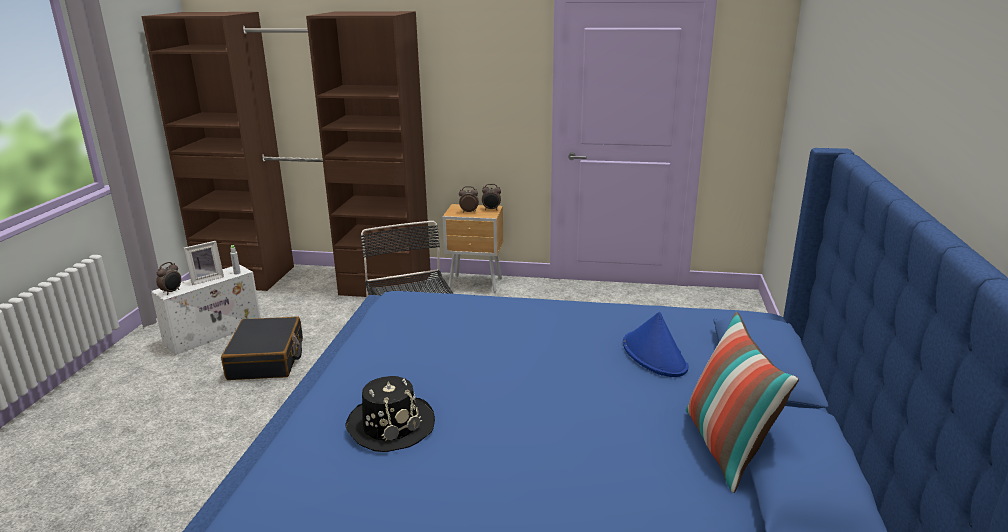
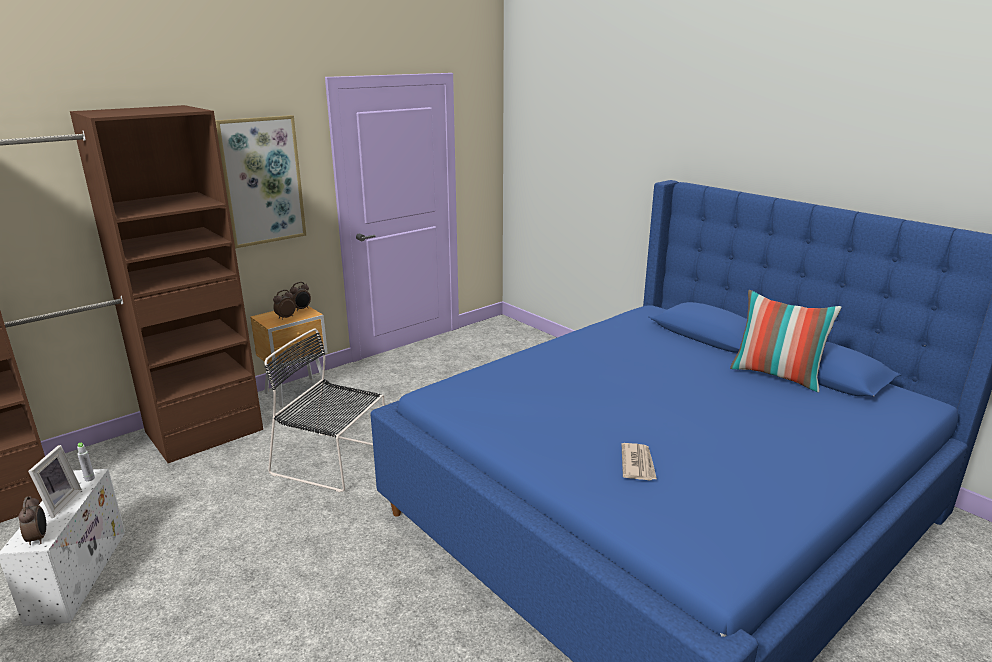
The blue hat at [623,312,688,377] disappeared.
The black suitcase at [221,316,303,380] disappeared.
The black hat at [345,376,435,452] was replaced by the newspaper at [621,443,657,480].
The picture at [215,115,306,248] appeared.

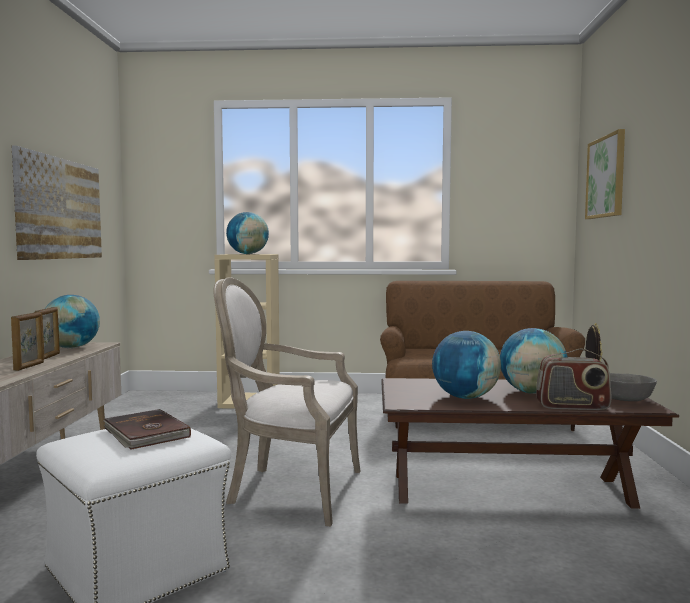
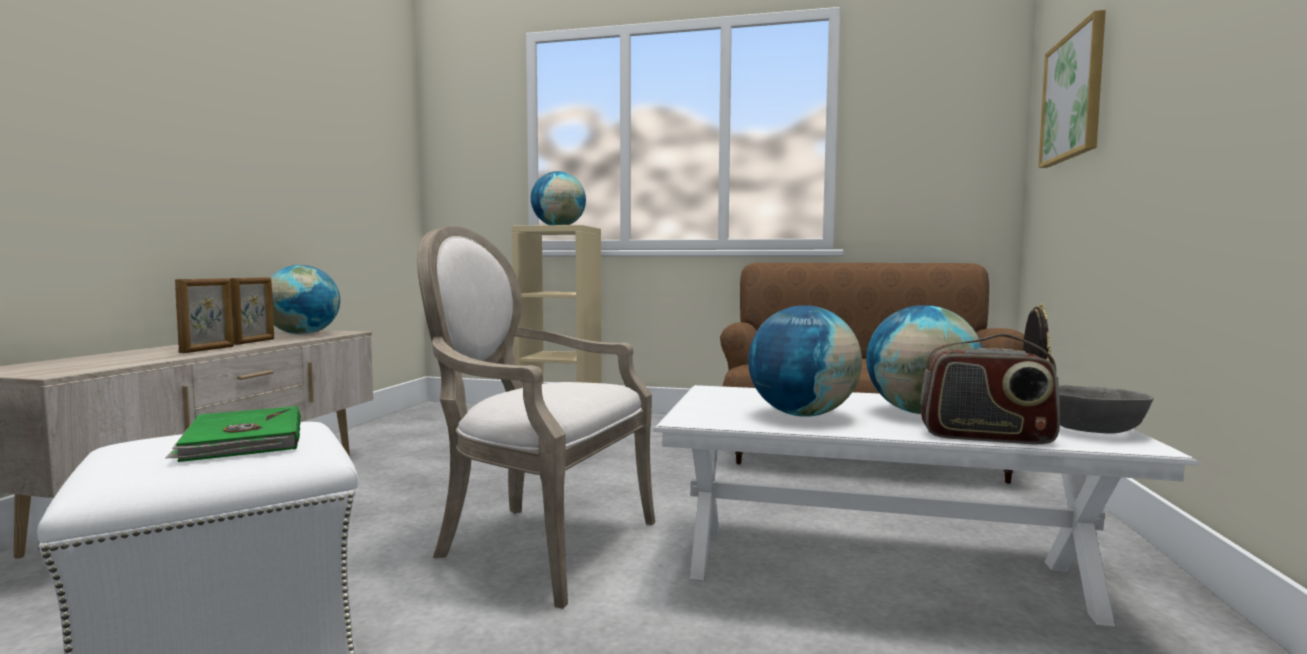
The picture at [12,145,102,260] disappeared.
The brown coffee table at [381,378,679,509] became the white coffee table at [653,385,1199,627].
The brown book at [104,409,191,450] became the green book at [165,406,301,462].

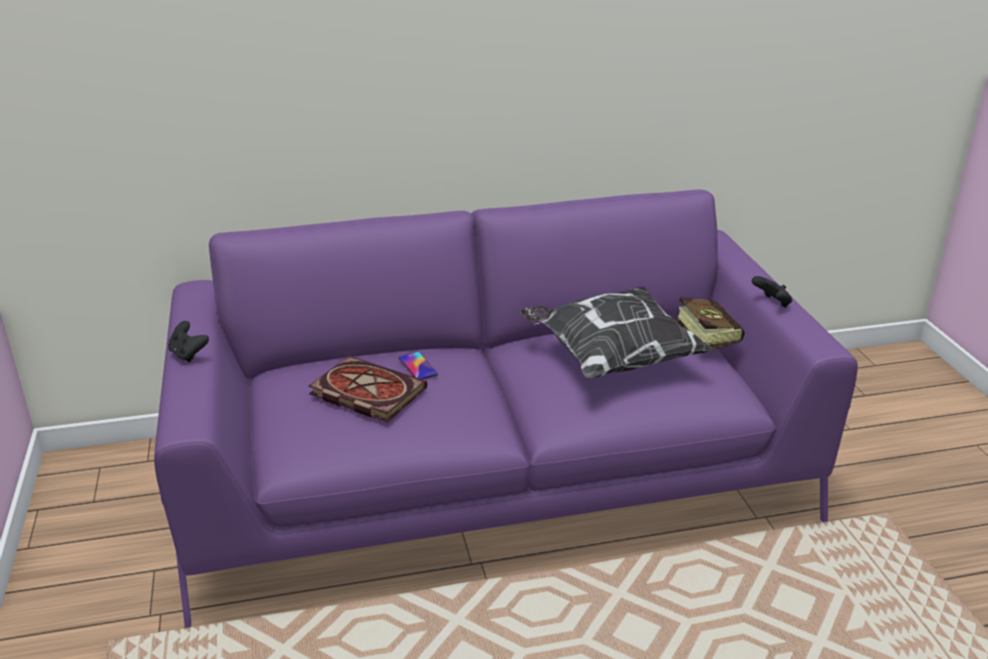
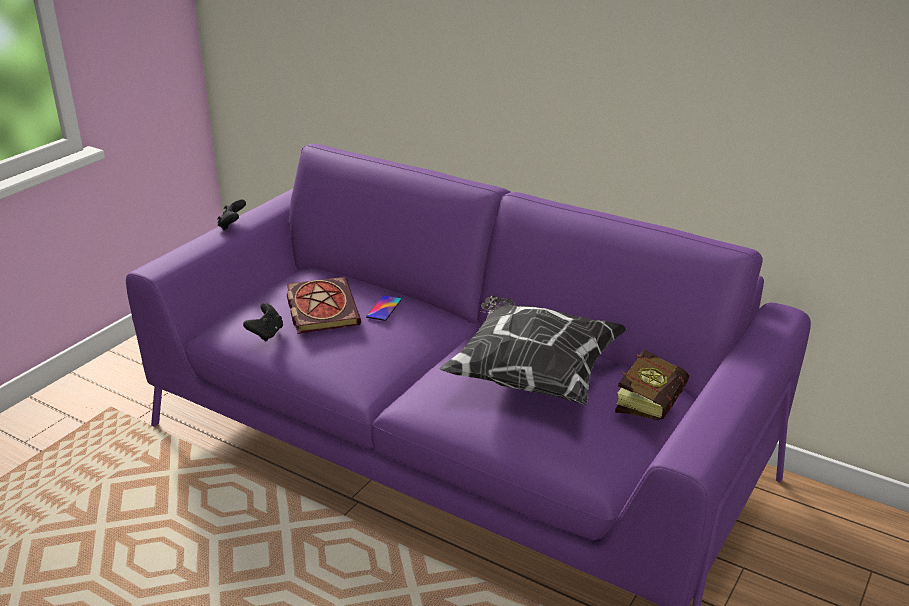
The black game controller moved from [752,276,792,308] to [243,303,283,341].

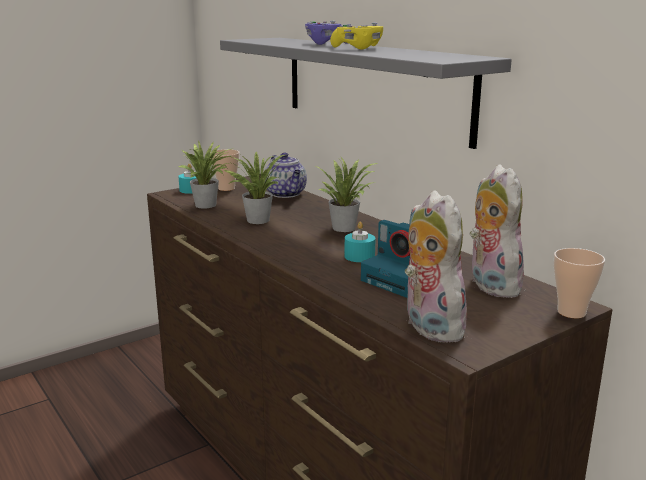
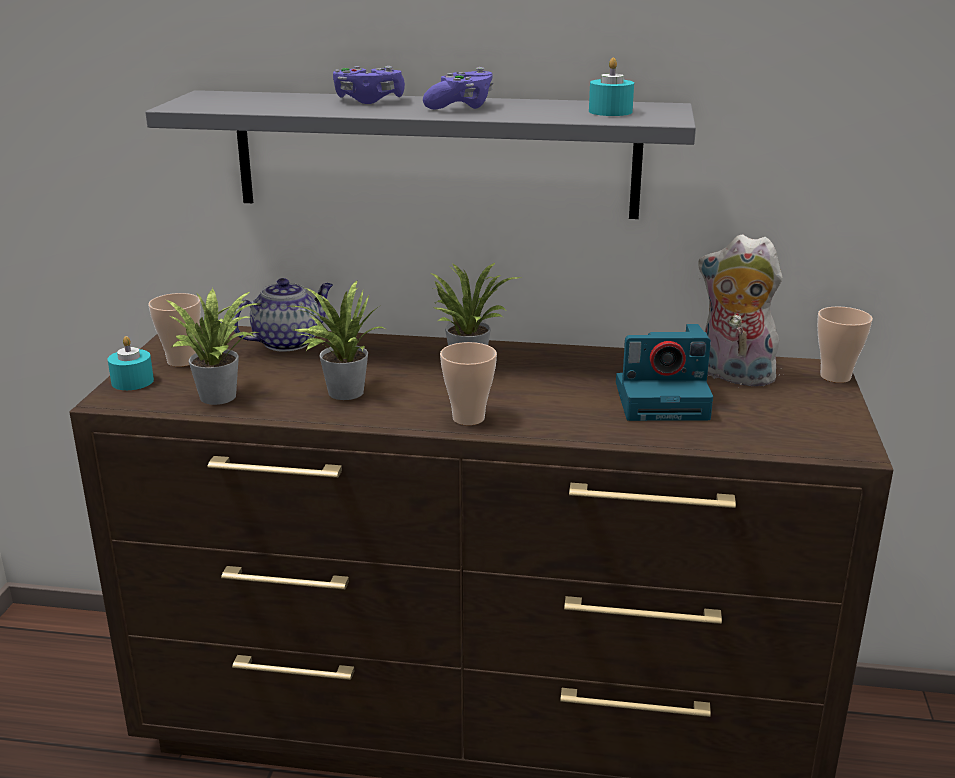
The yellow game controller at [330,22,383,49] became the purple game controller at [423,67,494,110].
The teapot at [265,153,307,198] turned 60 degrees counterclockwise.
The plush toy at [405,190,467,343] disappeared.
The turquoise candle moved from [344,222,376,262] to [589,58,634,116].
The cup at [440,342,497,425] appeared.

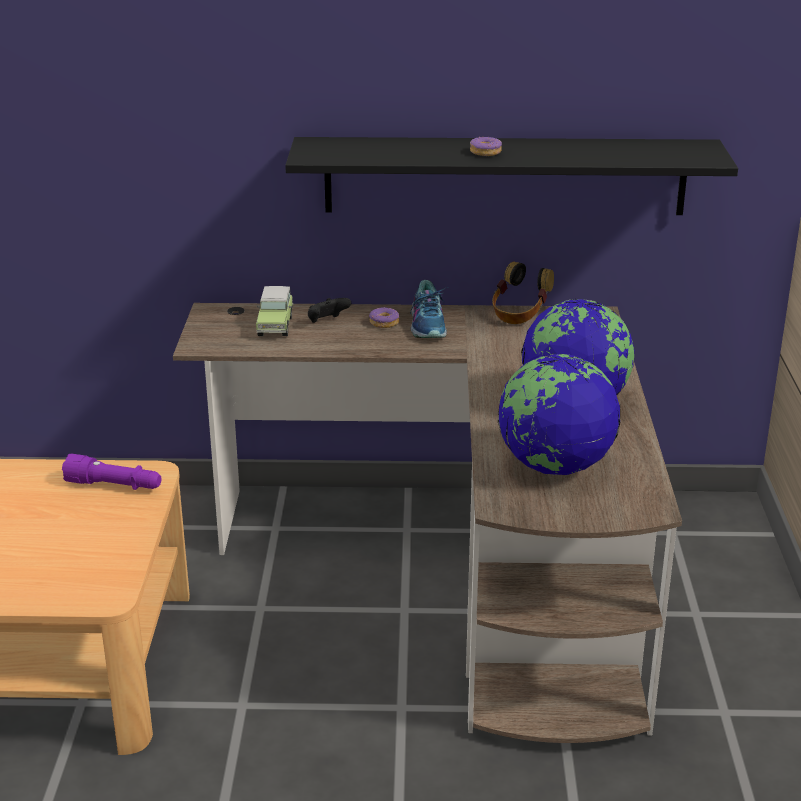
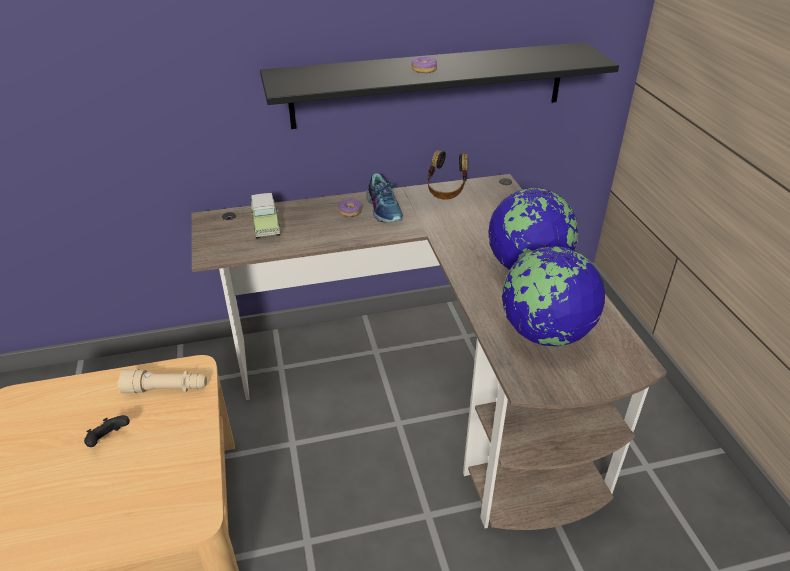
The black game controller moved from [308,298,351,323] to [84,415,130,447].
The purple flashlight at [62,454,161,490] became the beige flashlight at [118,369,207,393].

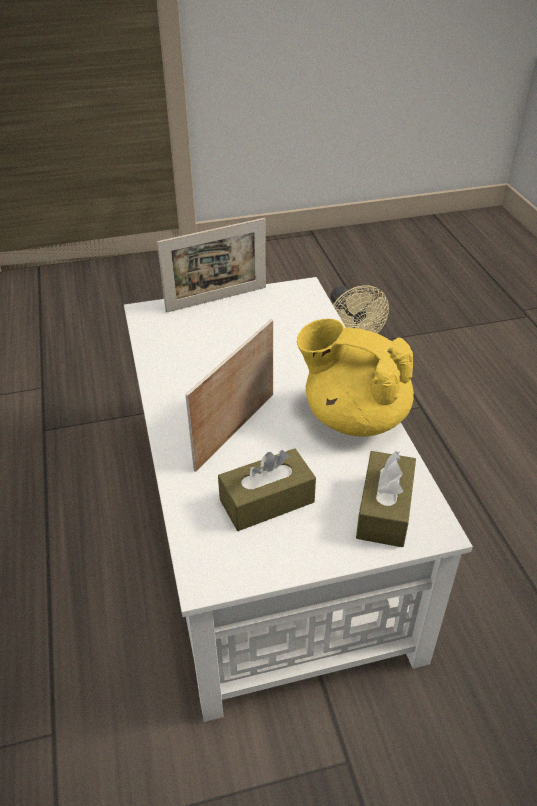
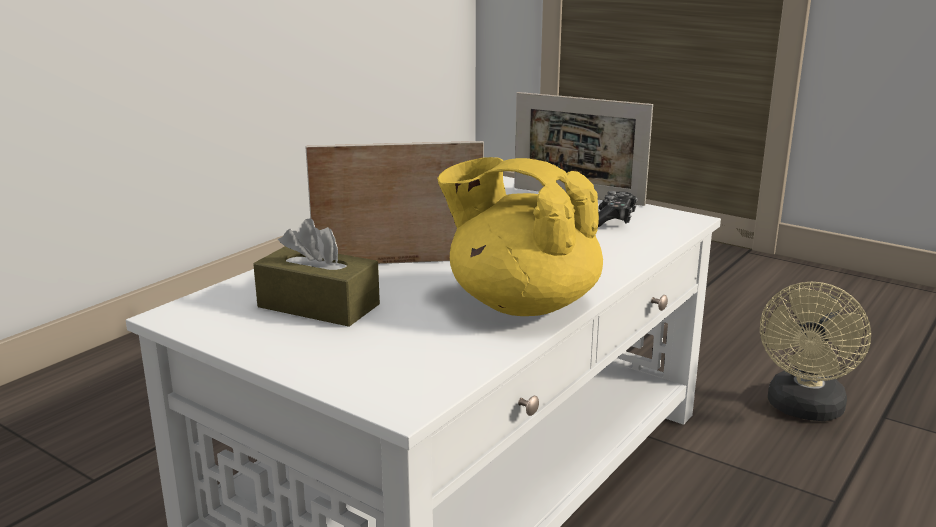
The yellow teapot at [297,319,414,437] turned 45 degrees counterclockwise.
The brown tissue box at [356,451,416,547] disappeared.
The game controller at [598,191,638,227] appeared.

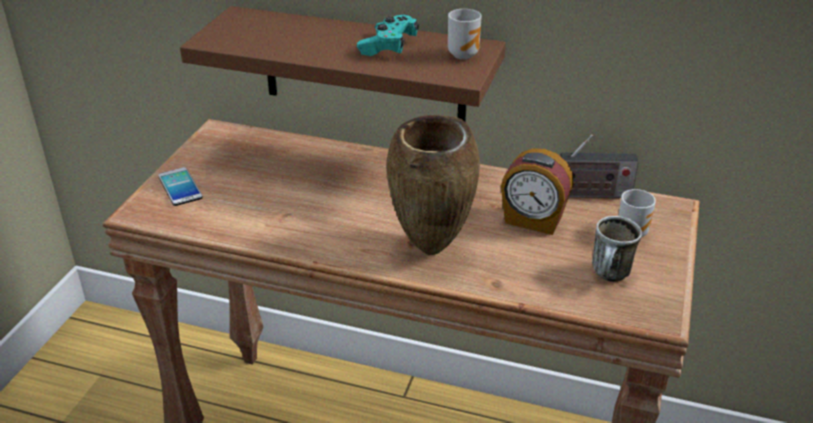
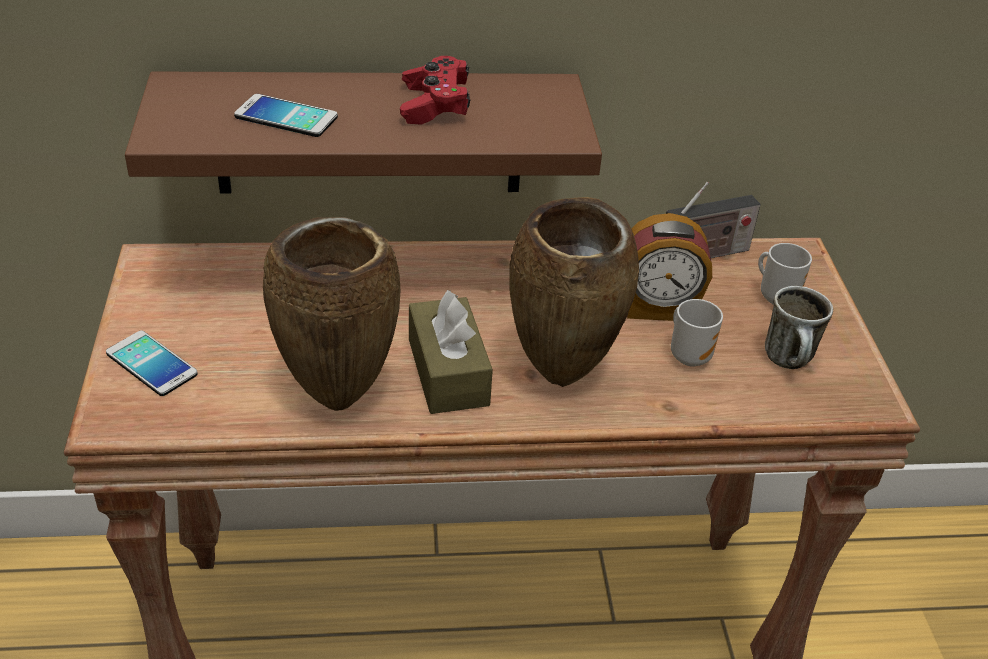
The mug moved from [448,9,482,60] to [671,299,723,367].
The turquoise game controller at [357,15,419,56] became the red game controller at [400,56,471,125].
The phone at [234,94,338,137] appeared.
The brown vase at [263,217,400,411] appeared.
The brown tissue box at [409,290,493,414] appeared.

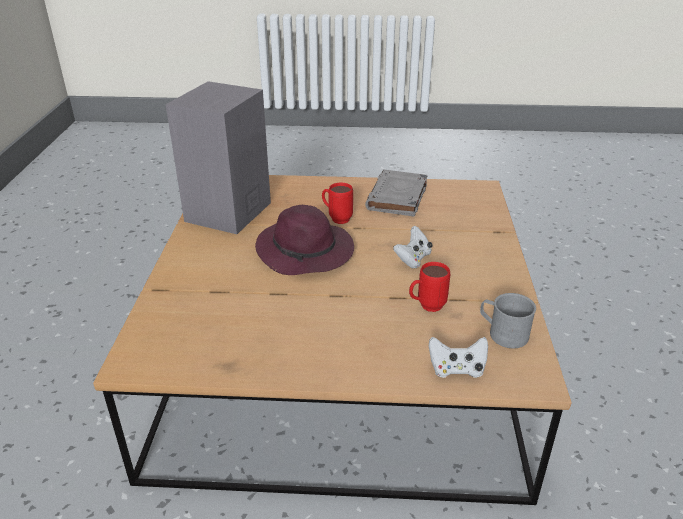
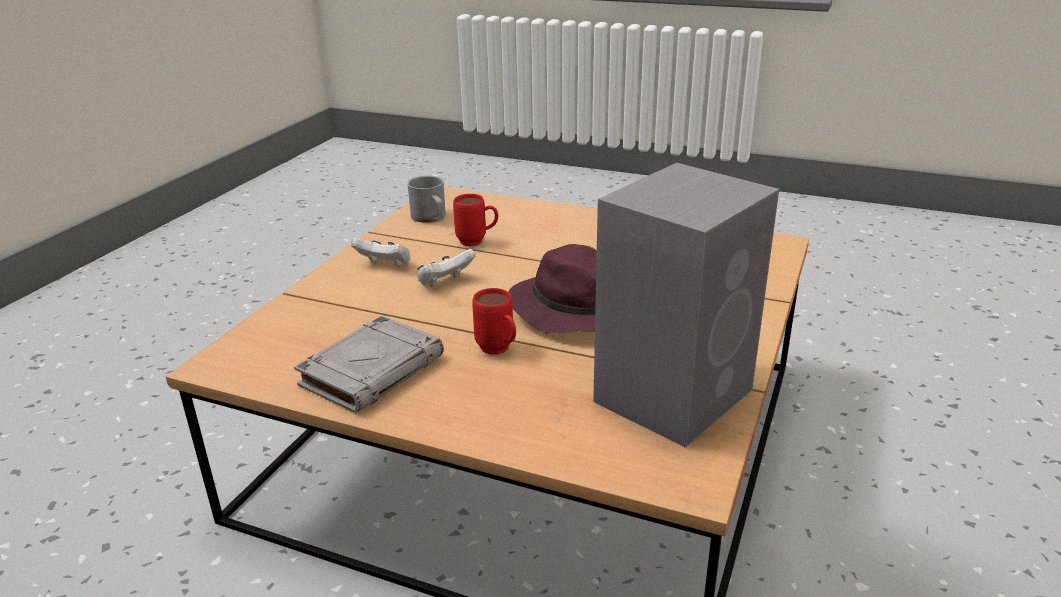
The white game controller moved from [429,337,488,378] to [351,238,411,267].

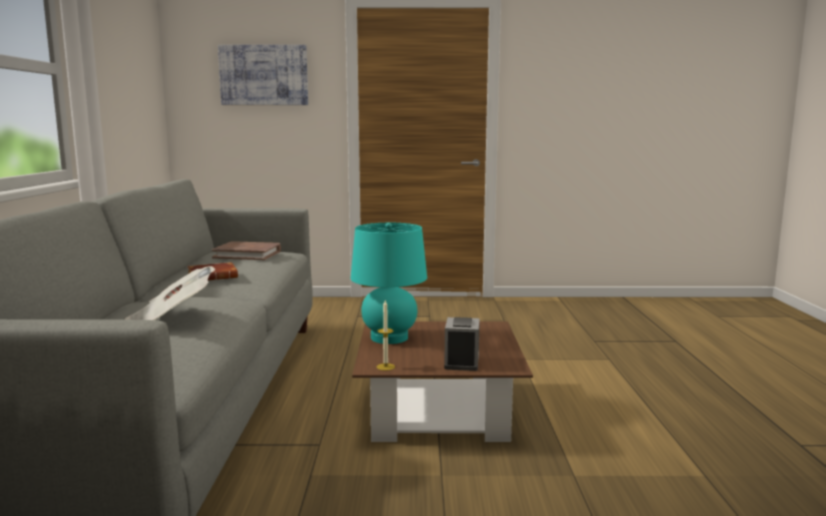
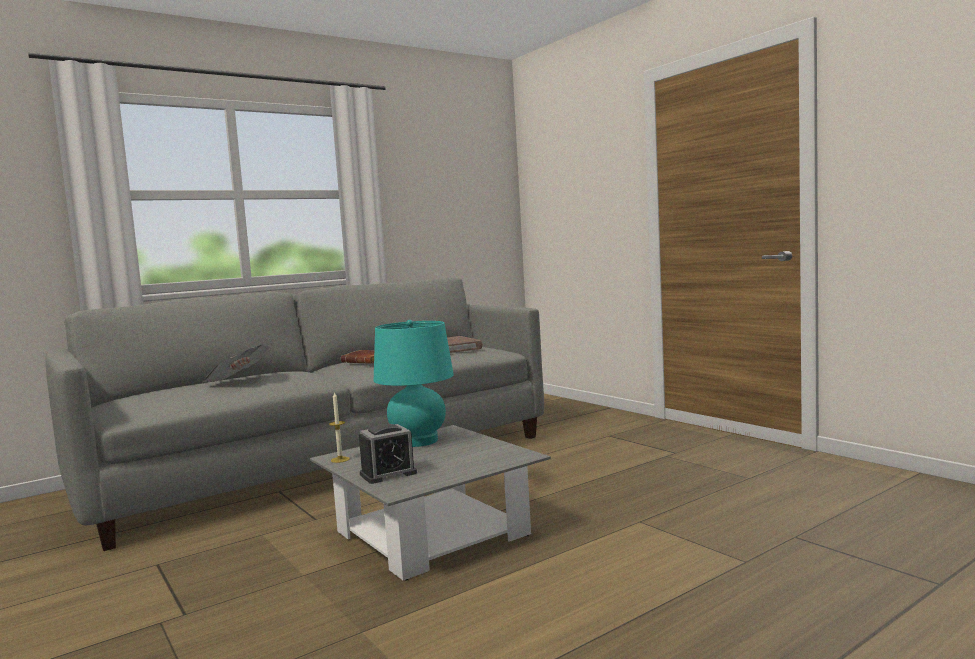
The picture at [218,45,308,105] disappeared.
The brown coffee table at [352,322,533,442] became the grey coffee table at [310,425,551,581].

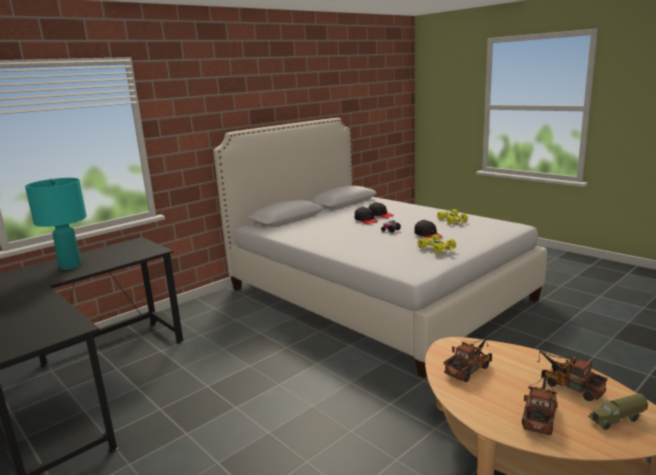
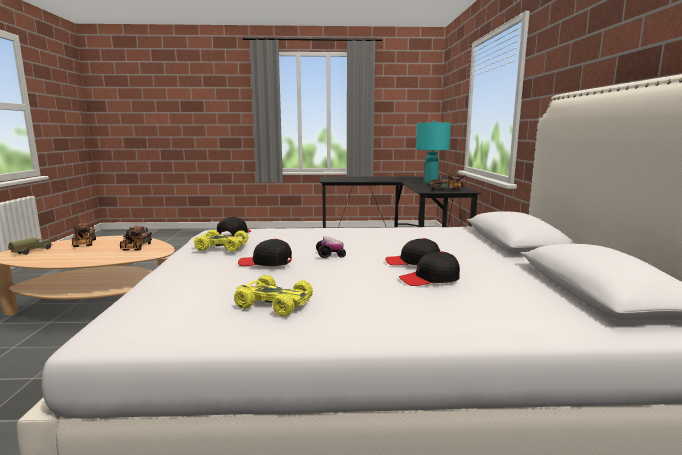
The toy truck moved from [537,351,608,401] to [431,173,467,191].
The black cap at [217,216,251,236] appeared.

